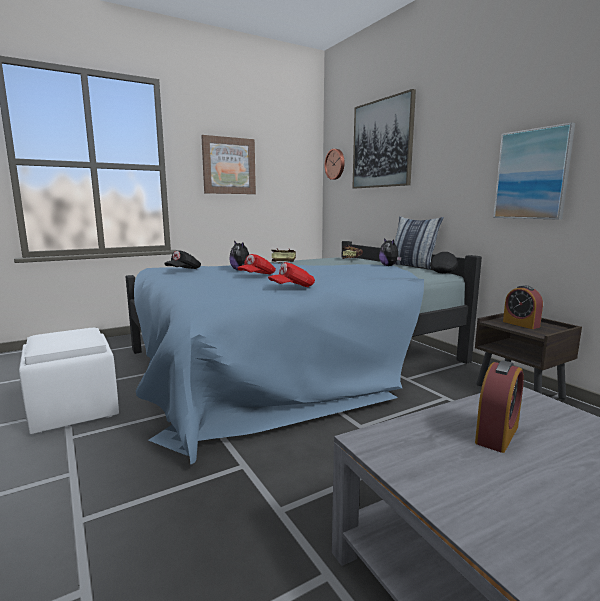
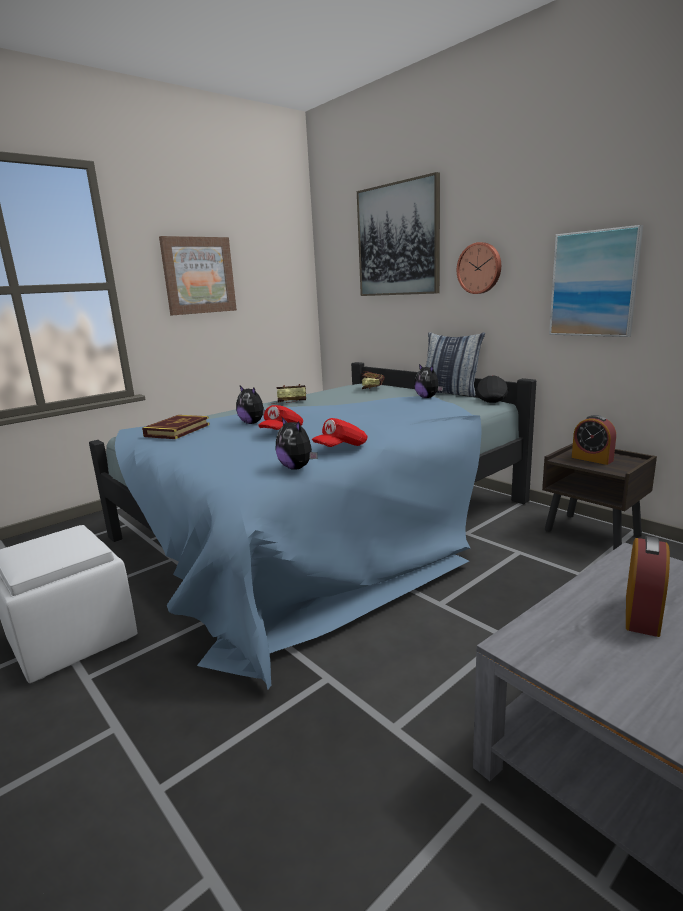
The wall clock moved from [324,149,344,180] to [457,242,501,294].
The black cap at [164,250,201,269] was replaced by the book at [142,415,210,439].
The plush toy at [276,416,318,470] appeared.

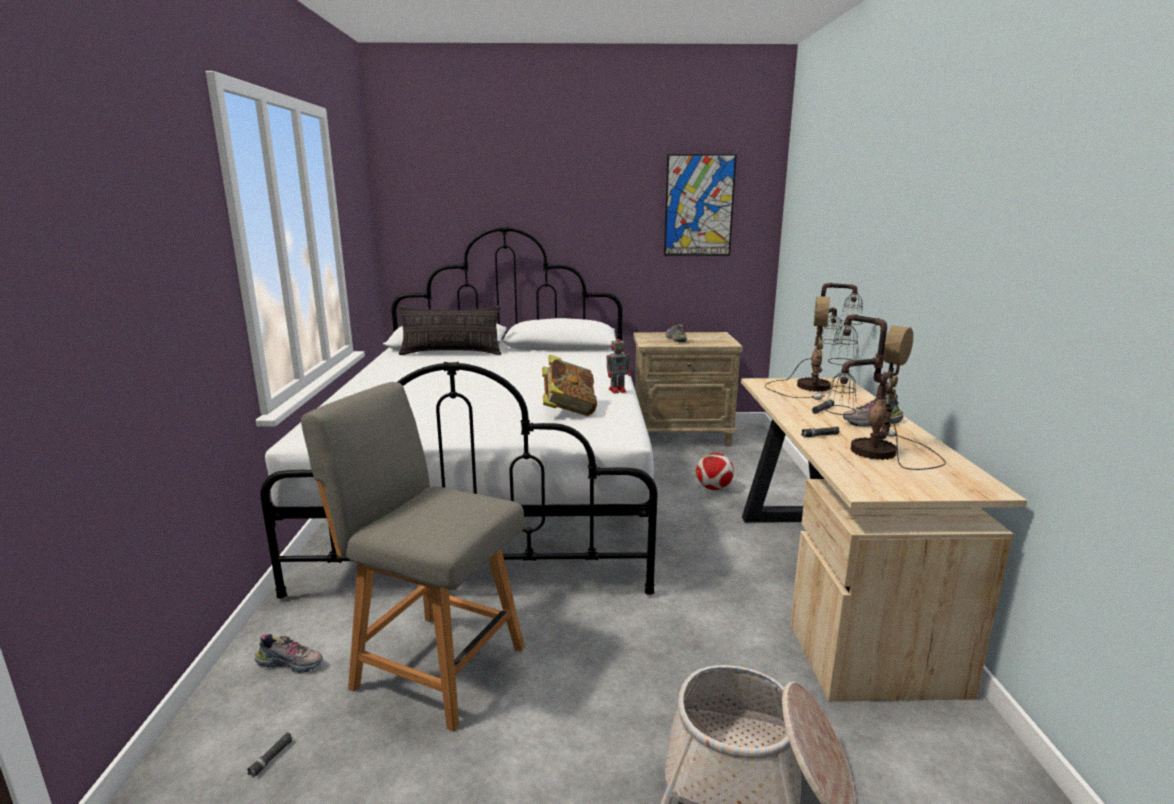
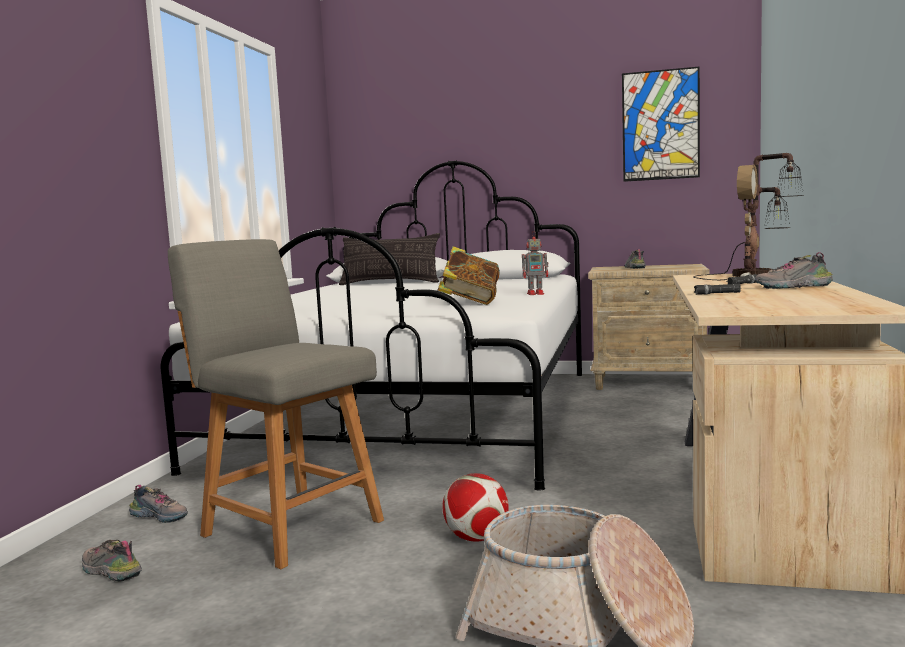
The table lamp at [824,314,946,470] disappeared.
The football moved from [696,452,734,490] to [442,473,509,541].
The black flashlight at [247,732,293,778] was replaced by the shoe at [82,540,142,582].

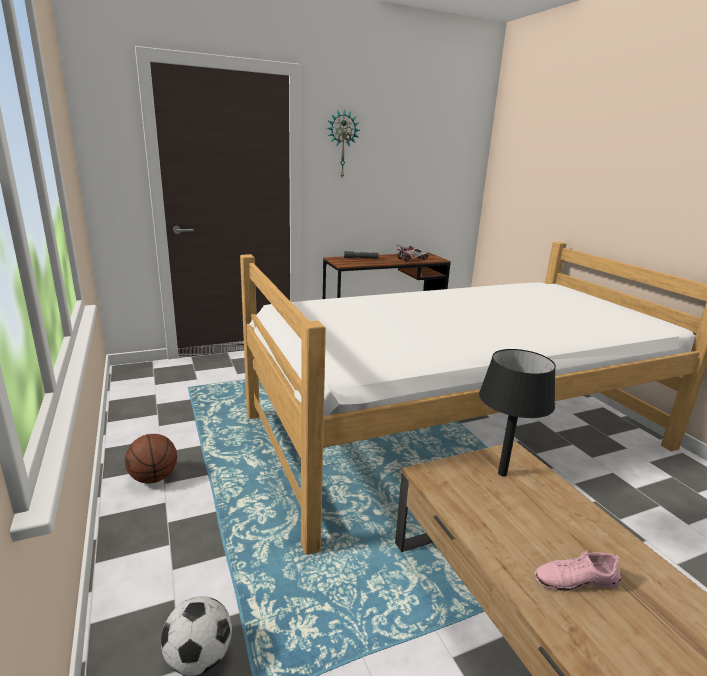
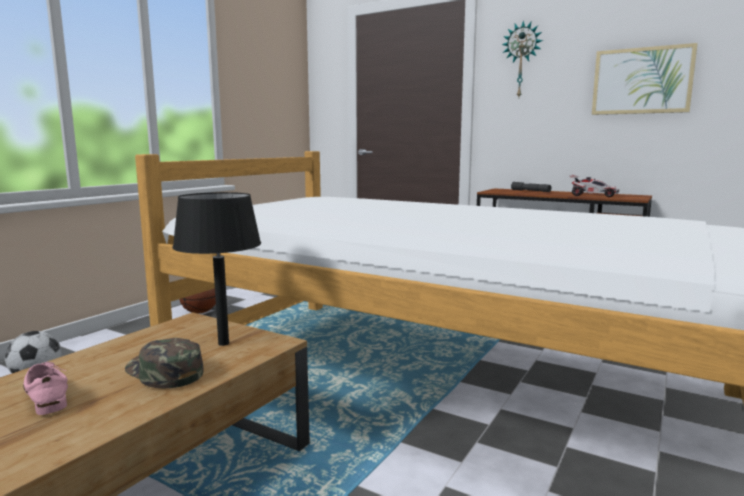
The picture at [592,43,698,115] appeared.
The green cap at [125,338,204,388] appeared.

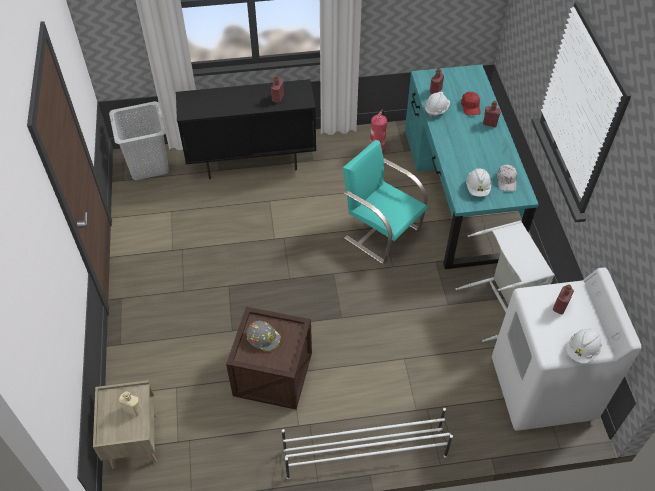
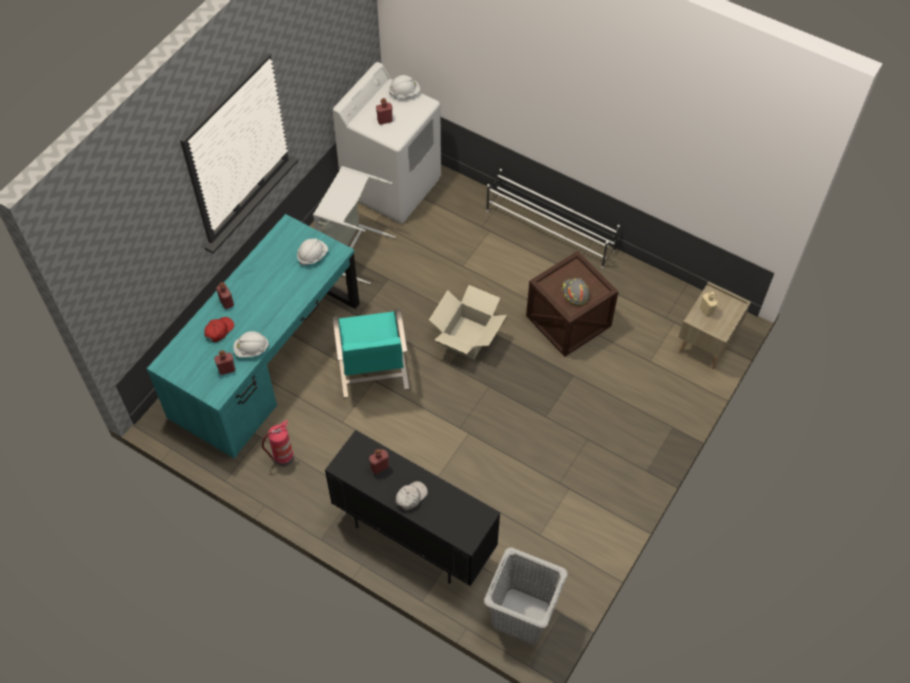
The white cap moved from [496,164,517,191] to [396,481,428,511].
The cardboard box at [429,285,507,359] appeared.

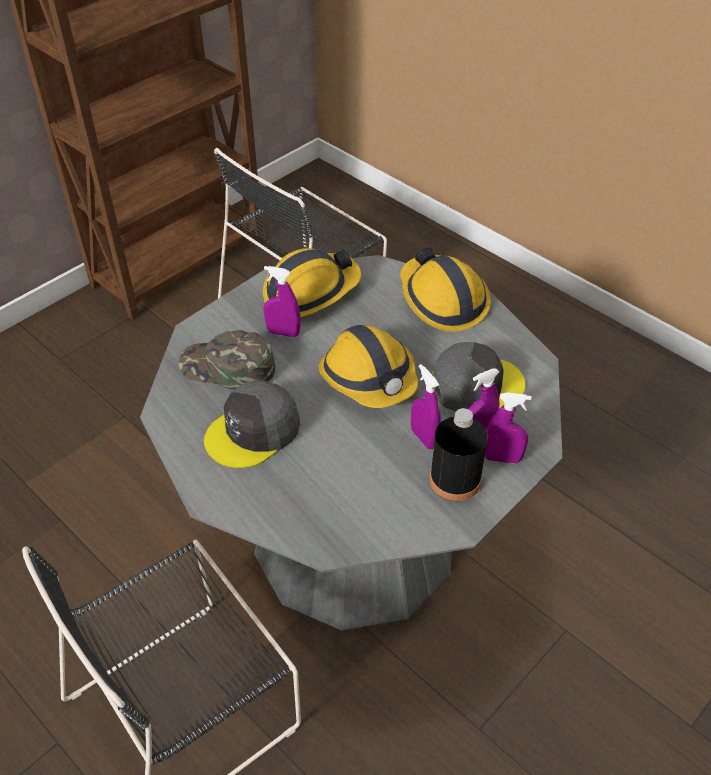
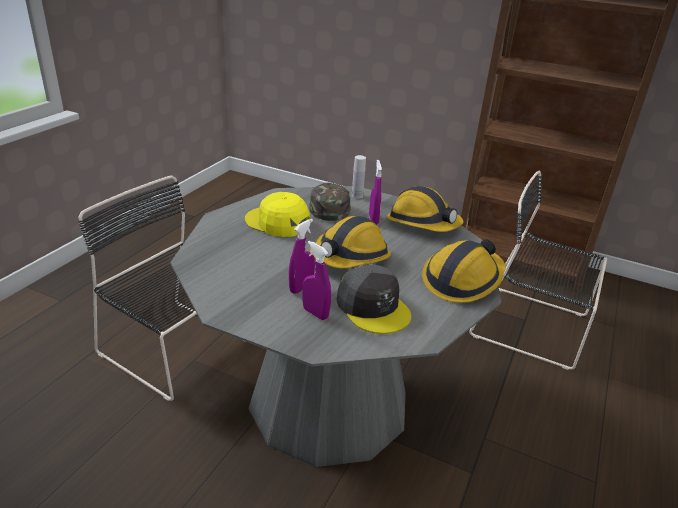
The grey cap at [204,381,300,468] became the yellow cap at [245,192,310,237].
The purple spray bottle at [485,392,532,463] disappeared.
The black bottle at [430,408,487,501] disappeared.
The white bottle at [352,155,366,199] appeared.

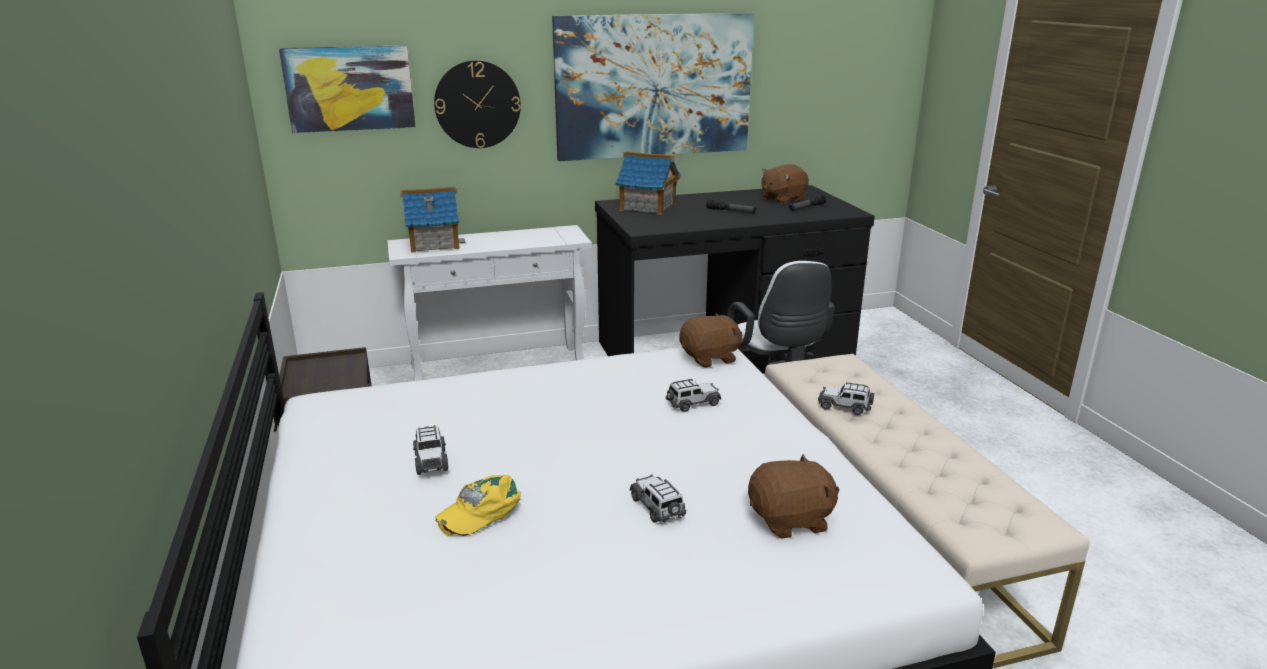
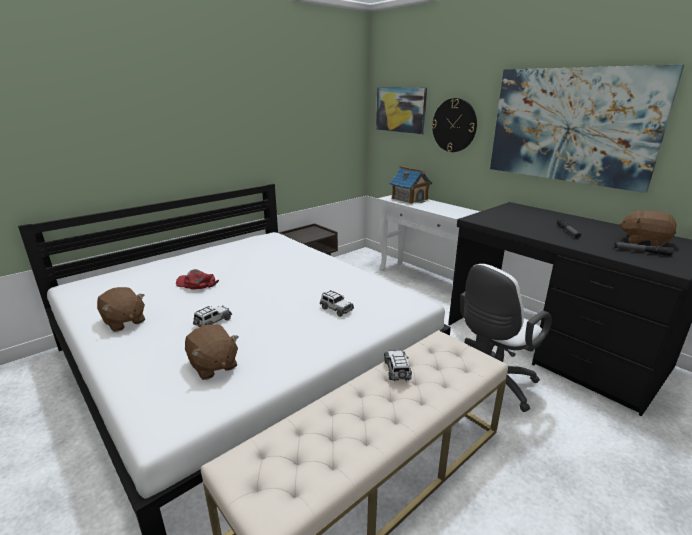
The toy house at [616,151,681,215] disappeared.
The brown plush toy moved from [679,313,742,368] to [97,287,145,332].
The toy car at [413,425,448,475] disappeared.
The yellow cap at [435,475,521,536] became the red cap at [176,269,219,290].

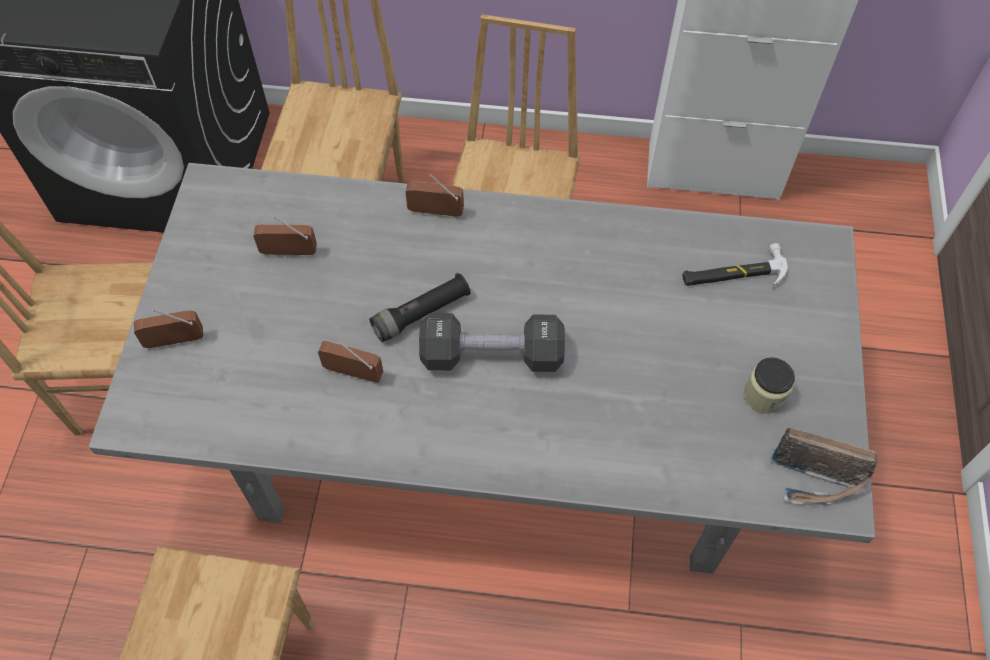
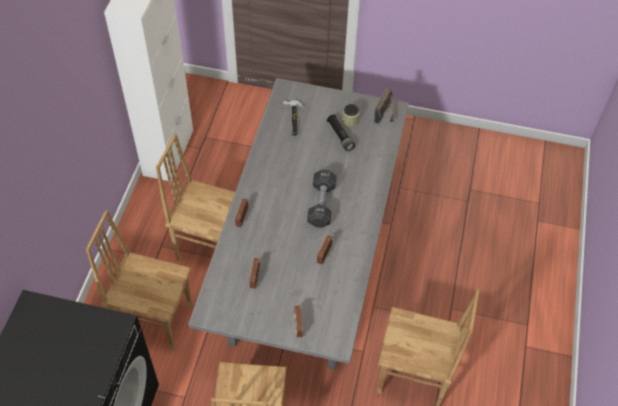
The black flashlight moved from [369,273,471,342] to [327,115,355,151].

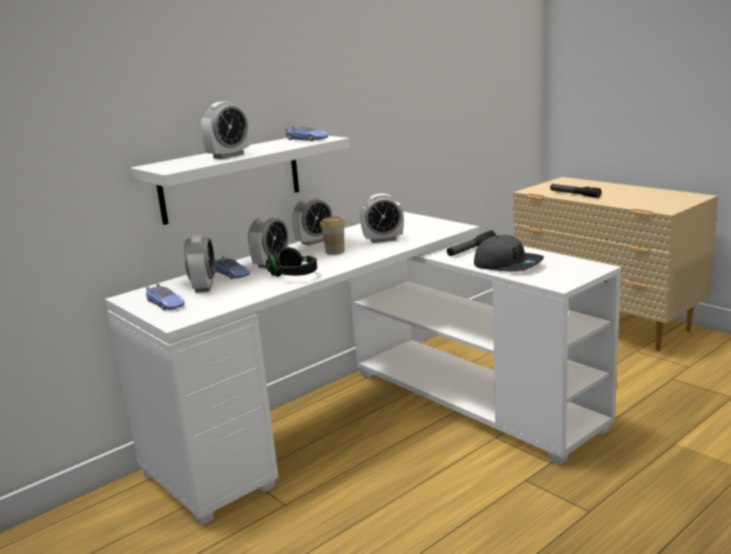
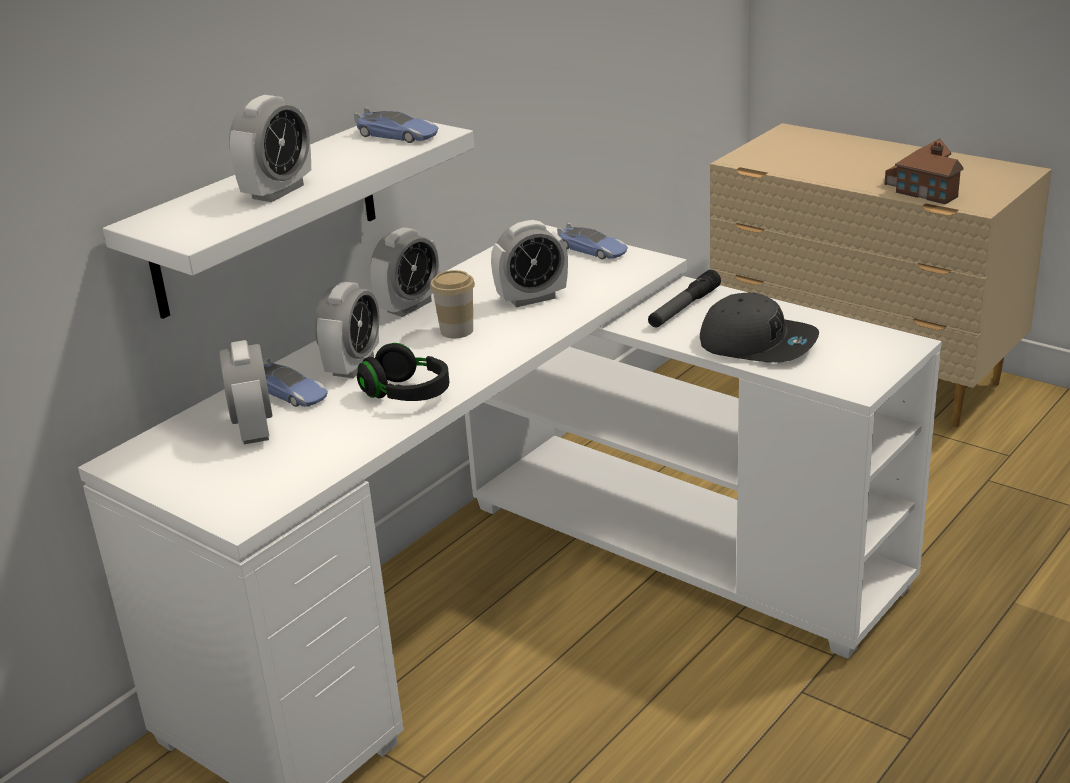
The flashlight at [550,184,601,198] disappeared.
The toy car moved from [146,283,185,310] to [557,223,628,259].
The toy house at [885,138,964,204] appeared.

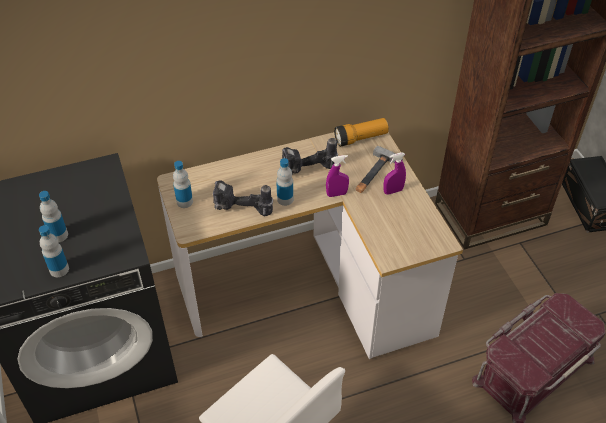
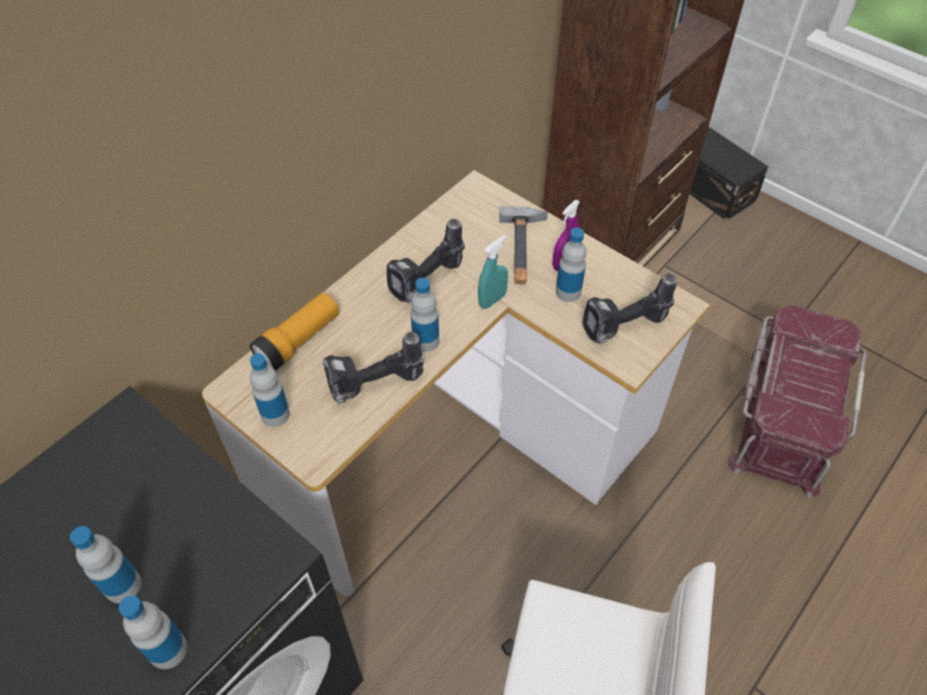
The flashlight moved from [334,118,389,147] to [250,292,339,371].
The purple spray bottle at [326,155,349,197] became the turquoise spray bottle at [478,235,508,309].
The bottle at [556,228,587,302] appeared.
The power drill at [583,273,677,345] appeared.

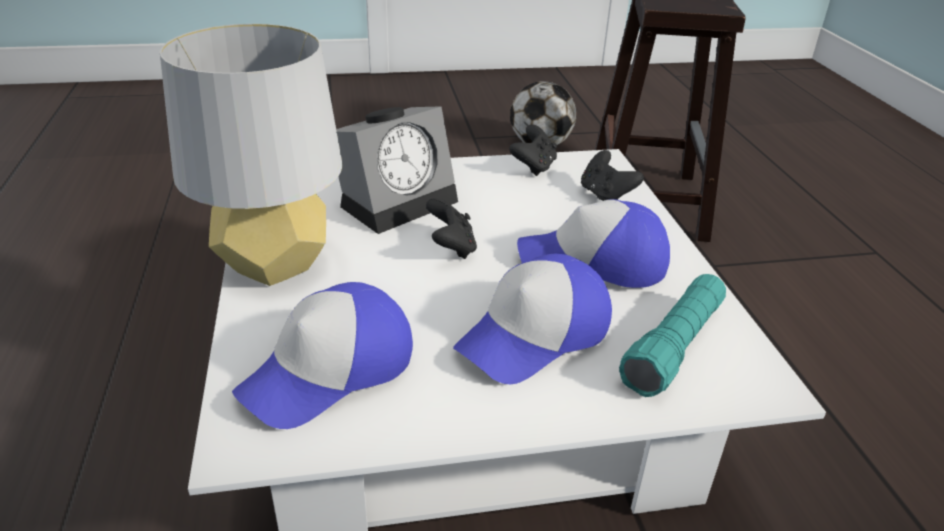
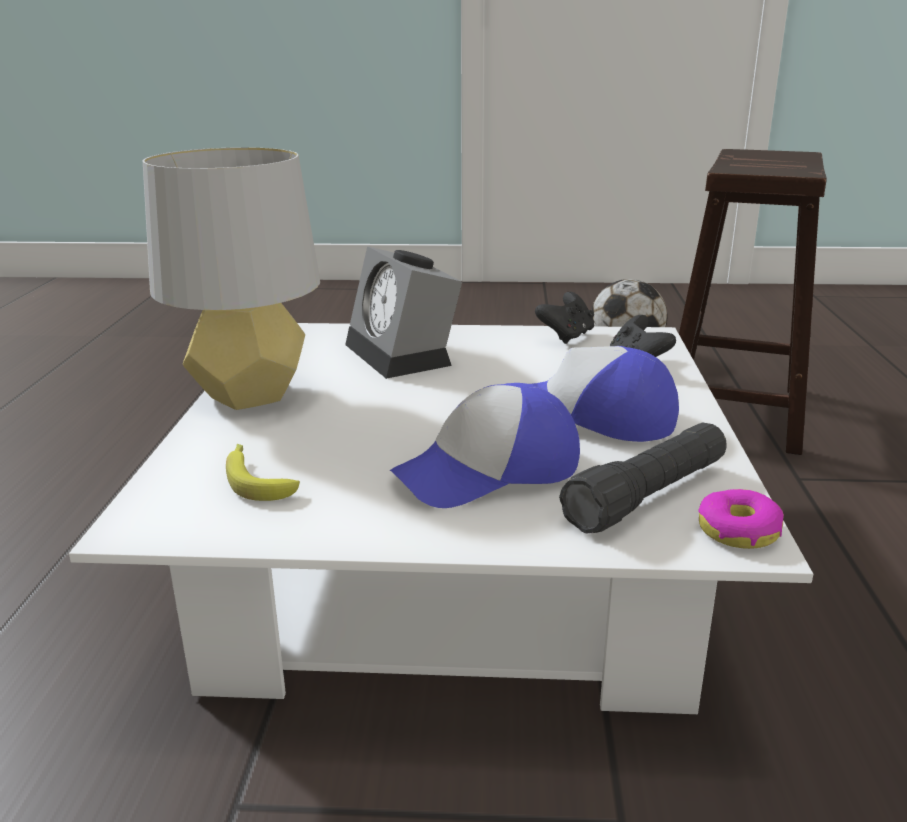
The alarm clock at [336,106,458,234] turned 90 degrees clockwise.
The black game controller at [426,198,477,259] disappeared.
The turquoise flashlight at [619,274,726,397] became the black flashlight at [559,422,727,534].
The cap at [232,282,413,429] was replaced by the banana at [226,444,300,501].
The donut at [698,489,784,549] appeared.

